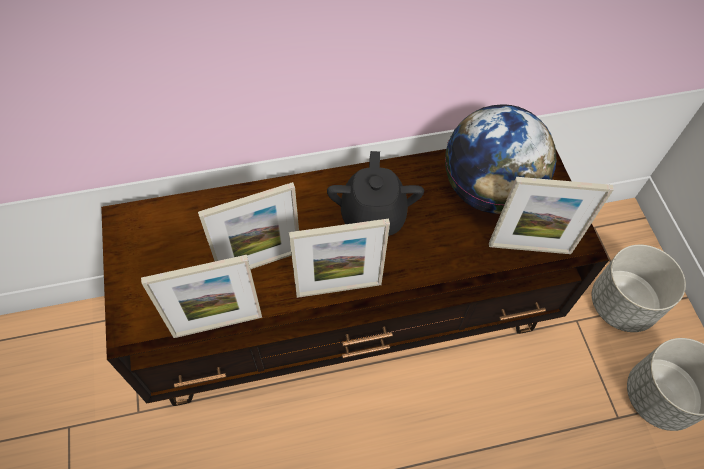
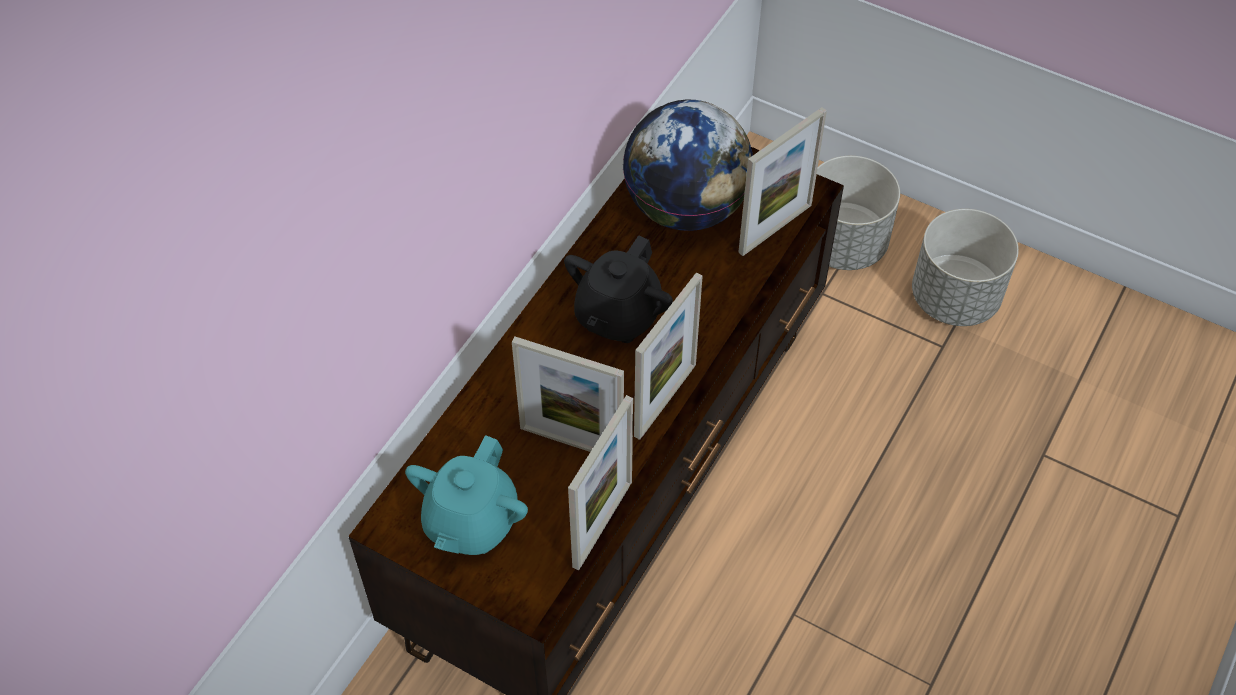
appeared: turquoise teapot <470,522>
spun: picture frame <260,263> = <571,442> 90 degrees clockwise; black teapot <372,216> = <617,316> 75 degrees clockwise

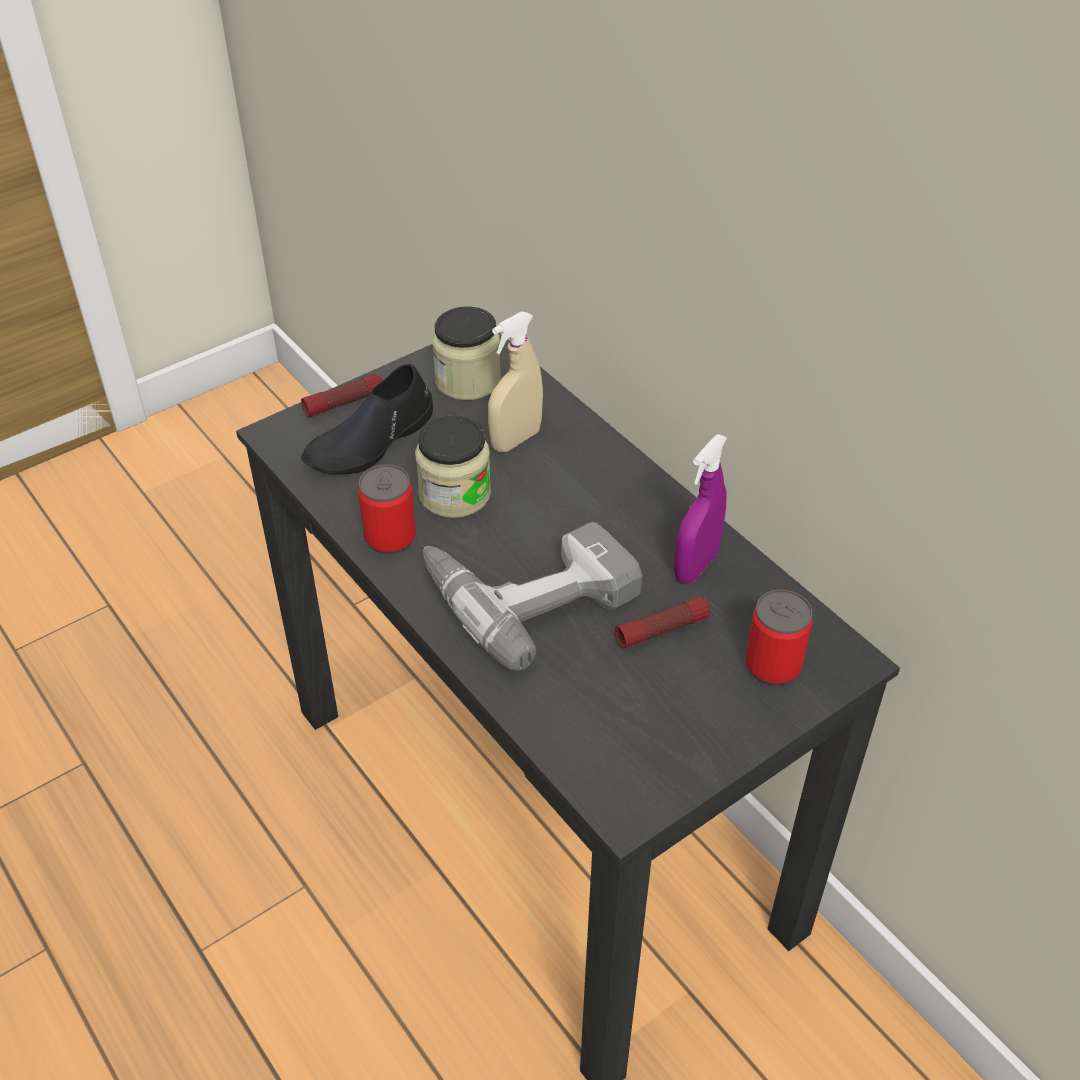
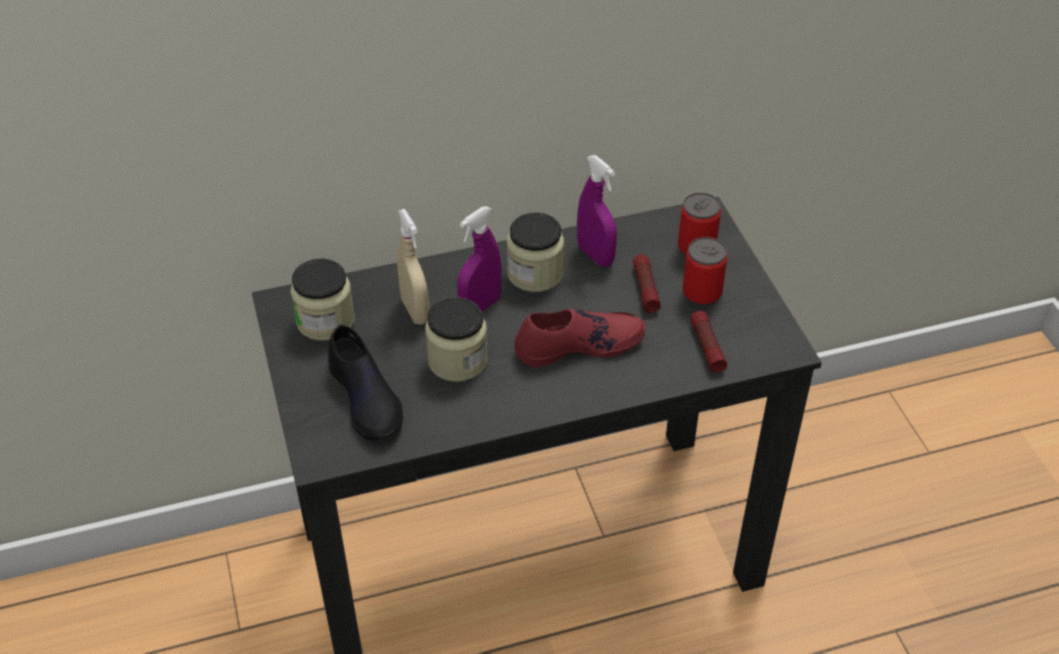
appeared: purple spray bottle <480,307>; jar <535,273>
relocated: flashlight <344,403> to <707,347>; can <390,537> to <701,293>
exchanged: power drill <528,590> to red shoe <579,345>

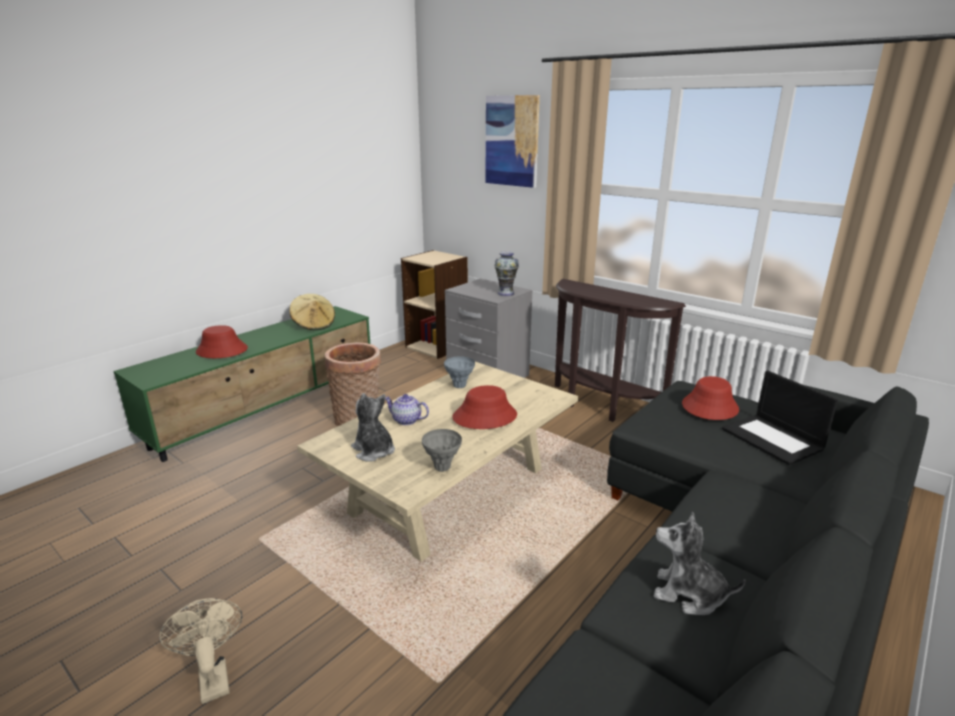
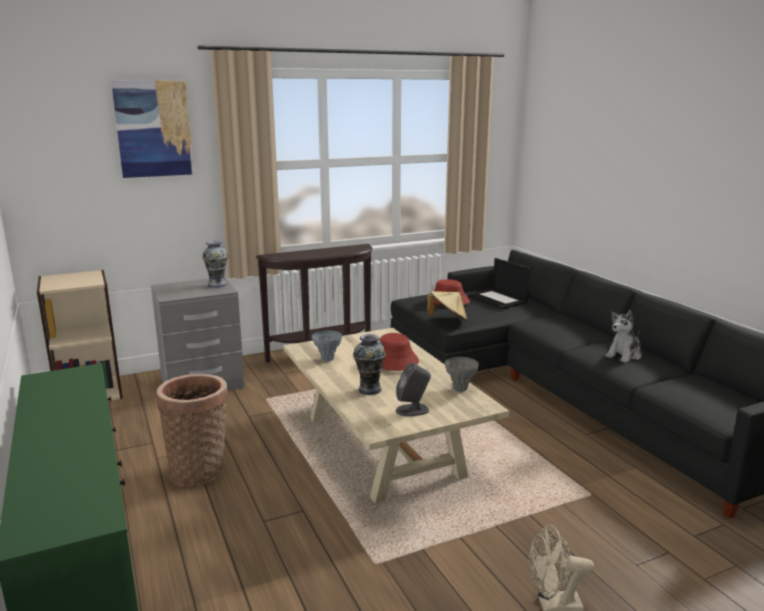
missing: red hat <221,351>
relocated: beige hat <314,325> to <447,319>
exchanged: plush toy <374,451> to grey speaker <413,410>; teapot <406,420> to vase <370,390>
spun: laptop <773,439> = <498,299> 60 degrees clockwise

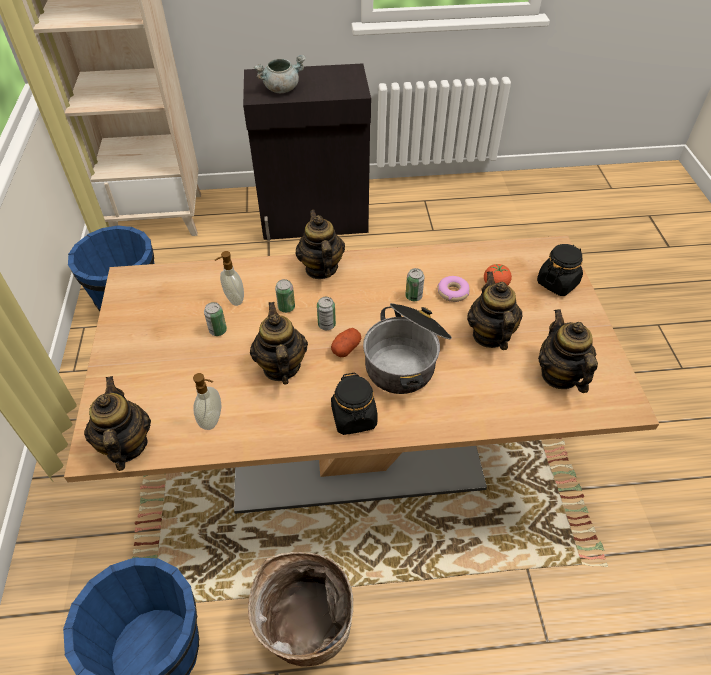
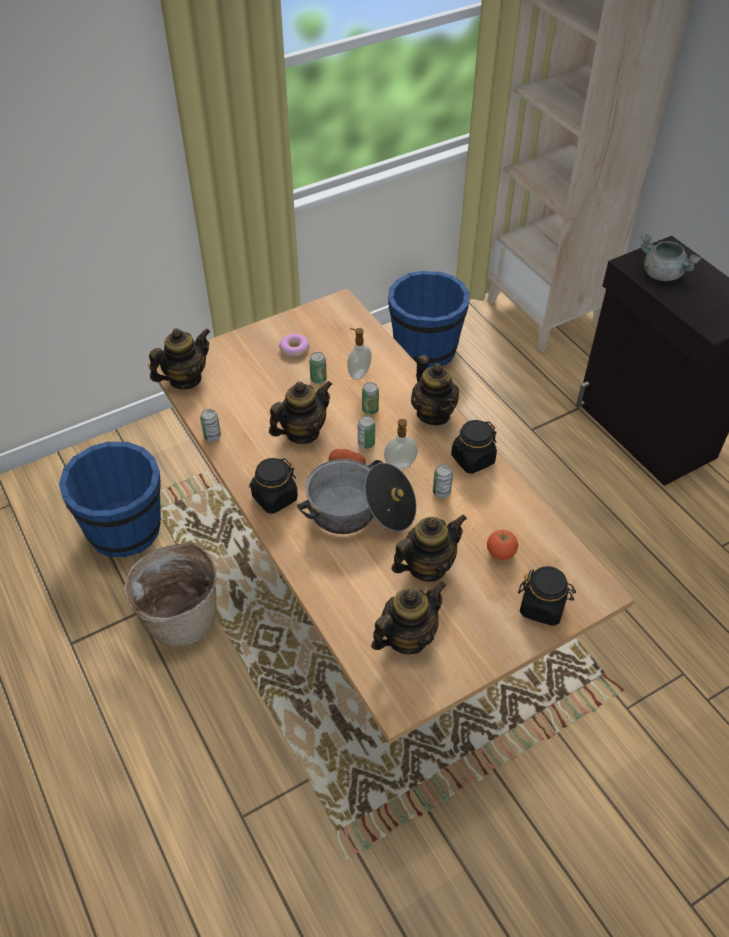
appeared: can <212,436>; black jar <472,459>
relocated: soap dispenser <212,420> to <400,465>; donut <452,292> to <294,349>
spun: teapot <321,268> = <433,414> 105 degrees clockwise

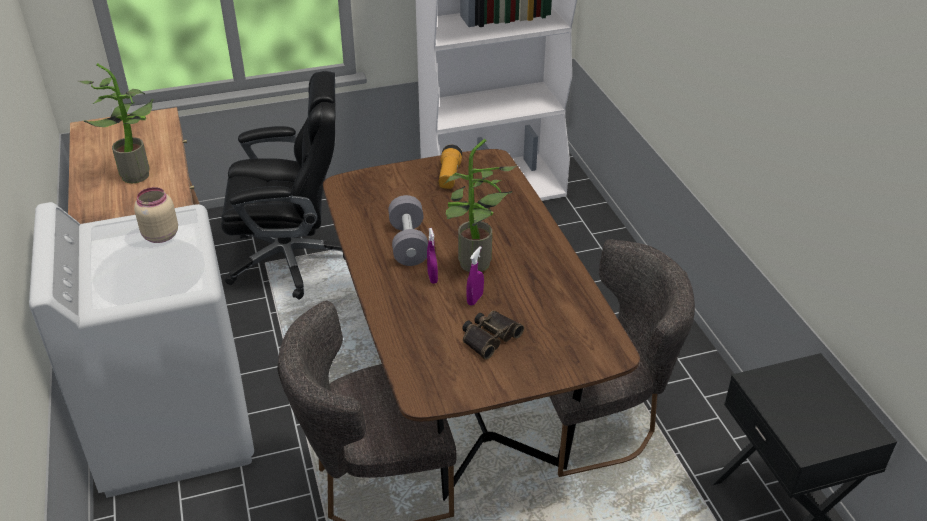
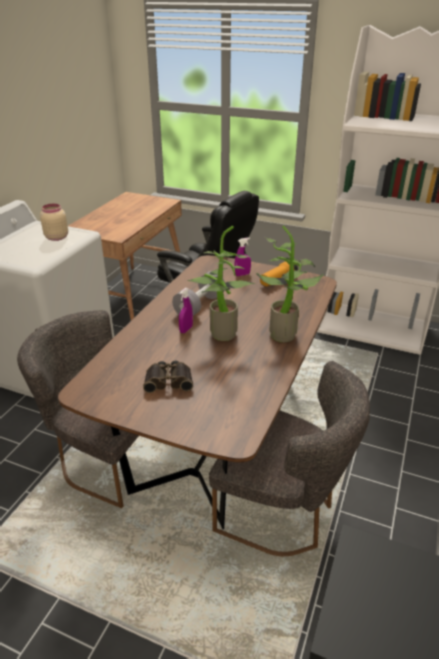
relocated: potted plant <137,173> to <285,333>; purple spray bottle <475,299> to <242,274>

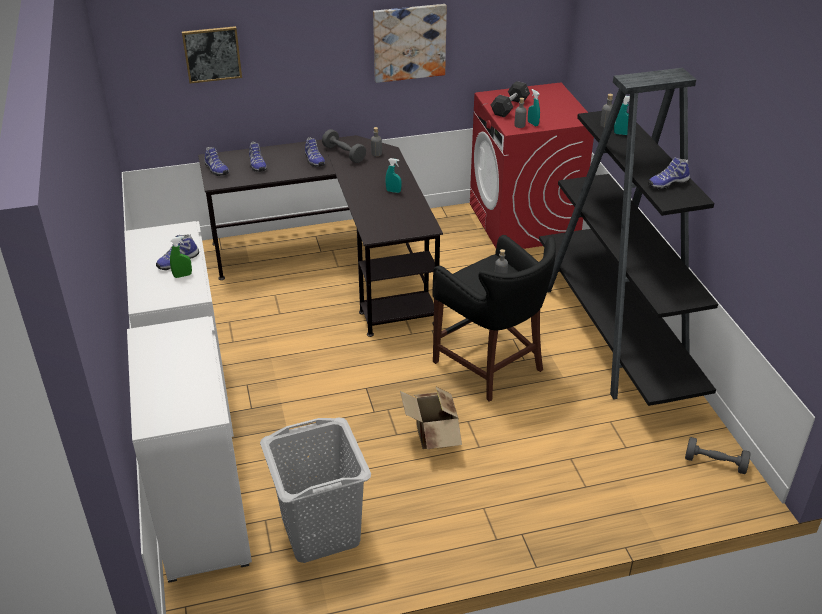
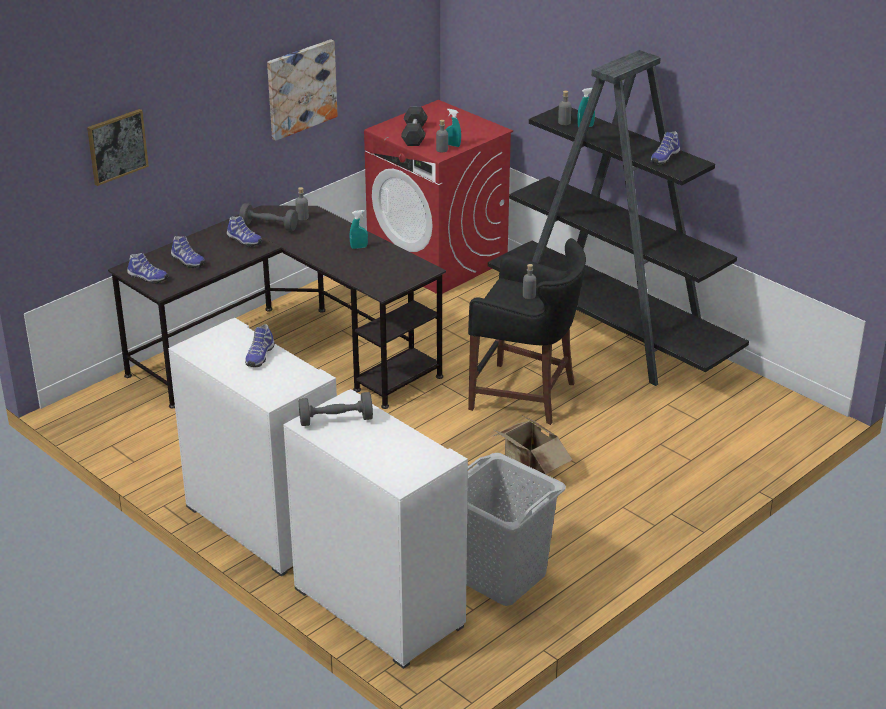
missing: green spray bottle <182,275>
relocated: grey dumbbell <715,463> to <336,420>

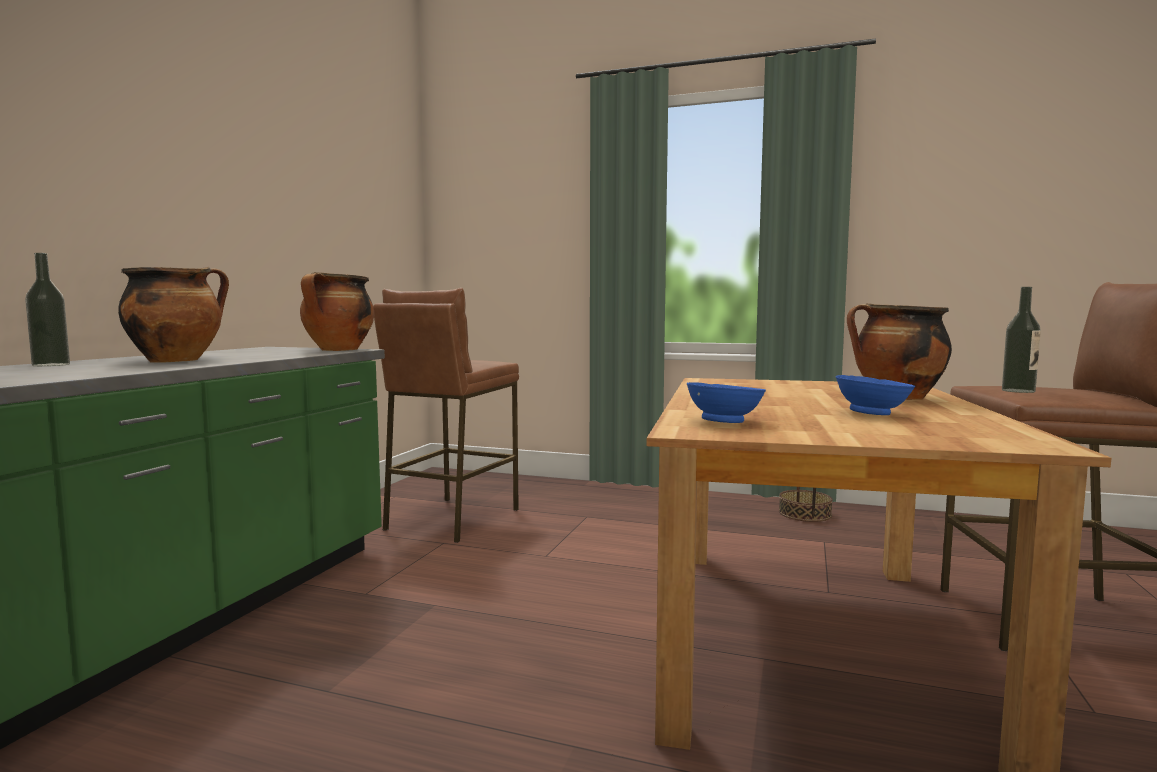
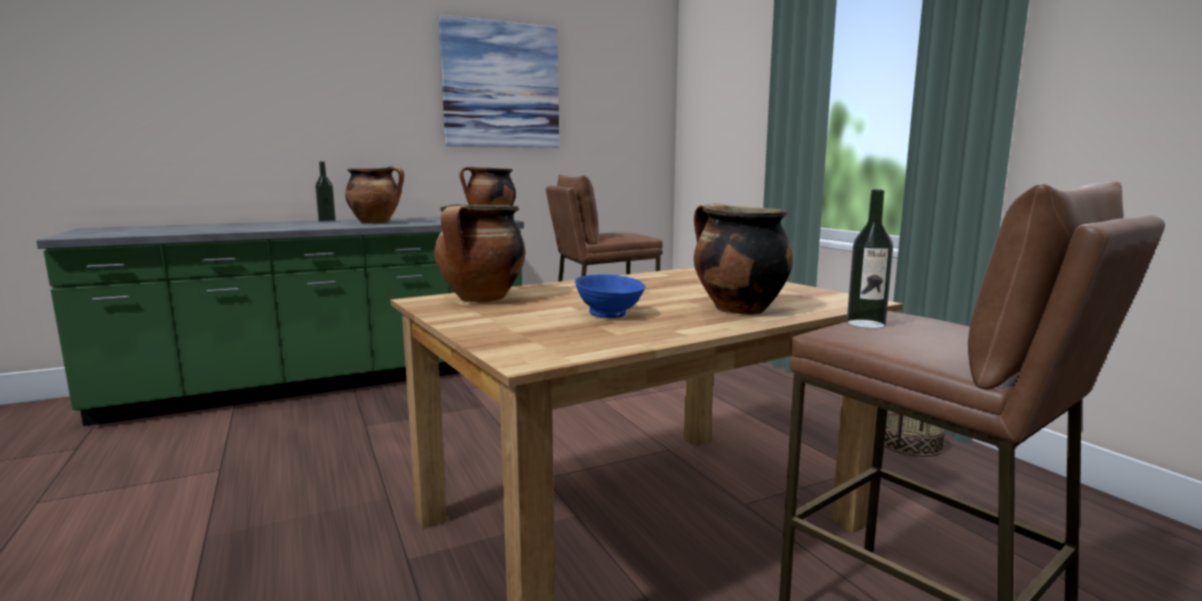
appeared: picture <501,85>
exchanged: blue bowl <725,421> to cooking pot <482,299>

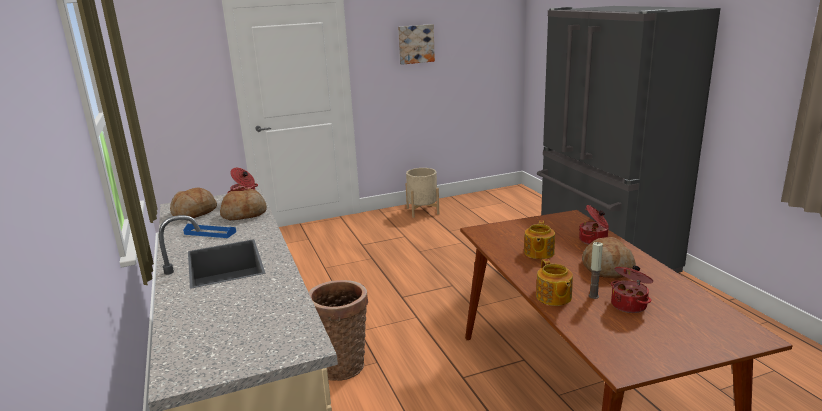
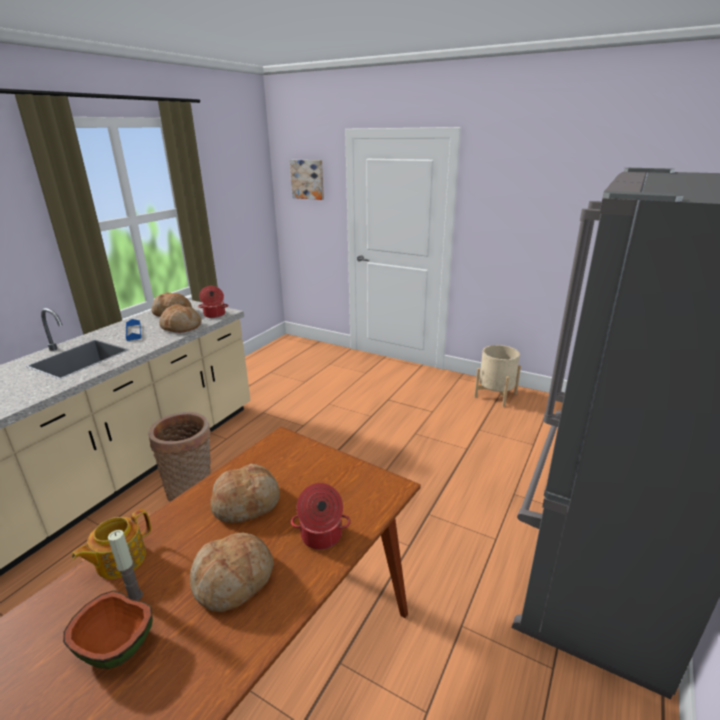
relocated: picture <415,44> to <308,179>
exchanged: teapot <538,253> to bread <247,502>; cooking pot <629,305> to bowl <117,644>

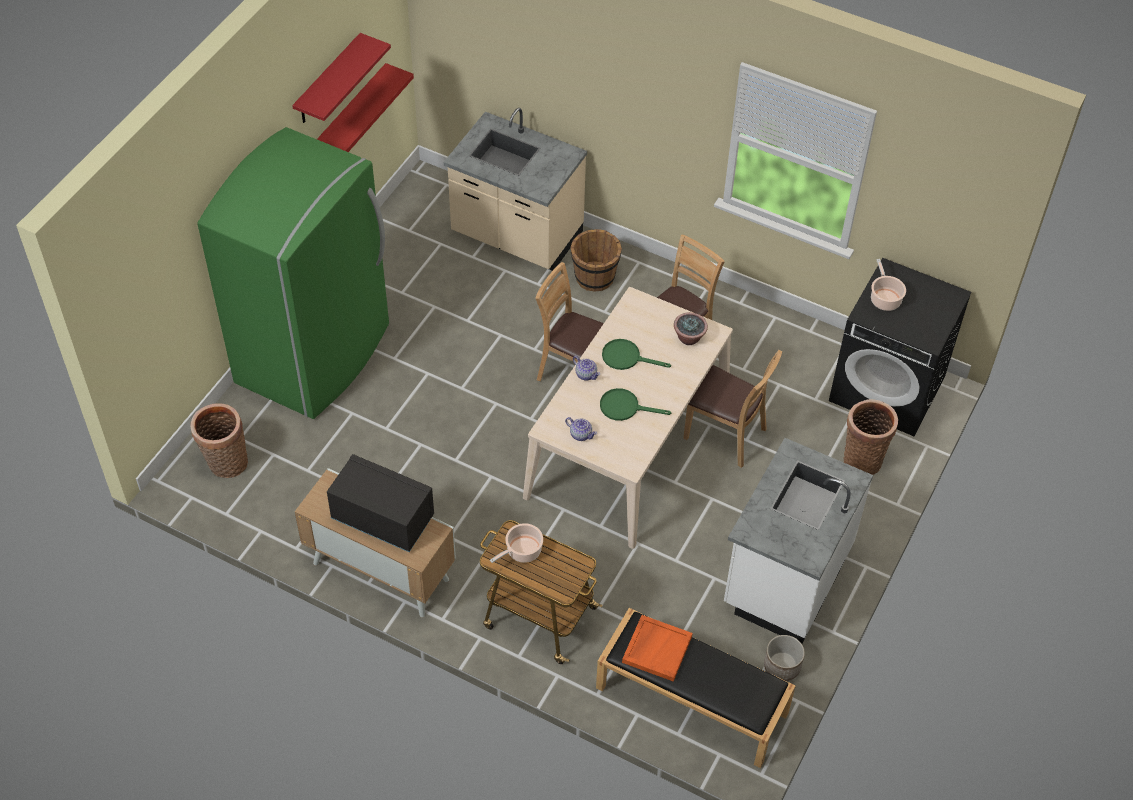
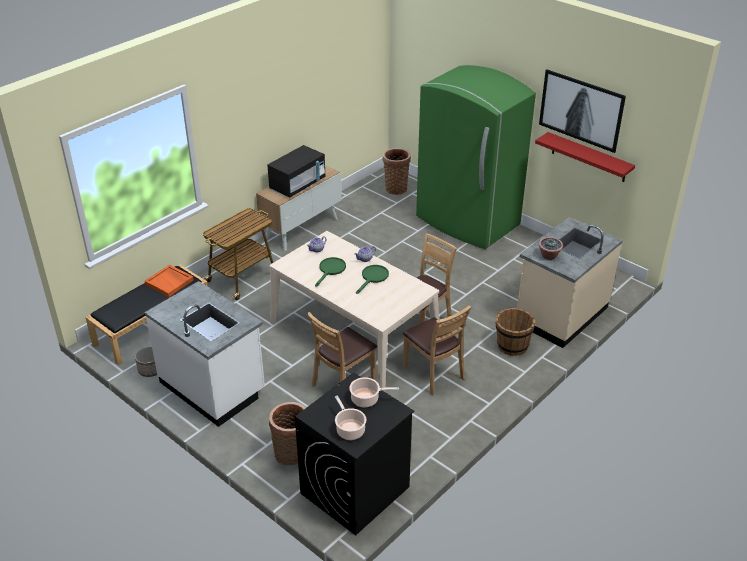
relocated: cooking pot <522,551> to <349,429>; potted plant <689,338> to <549,256>
exchanged: red shelf <328,80> to picture <581,110>

